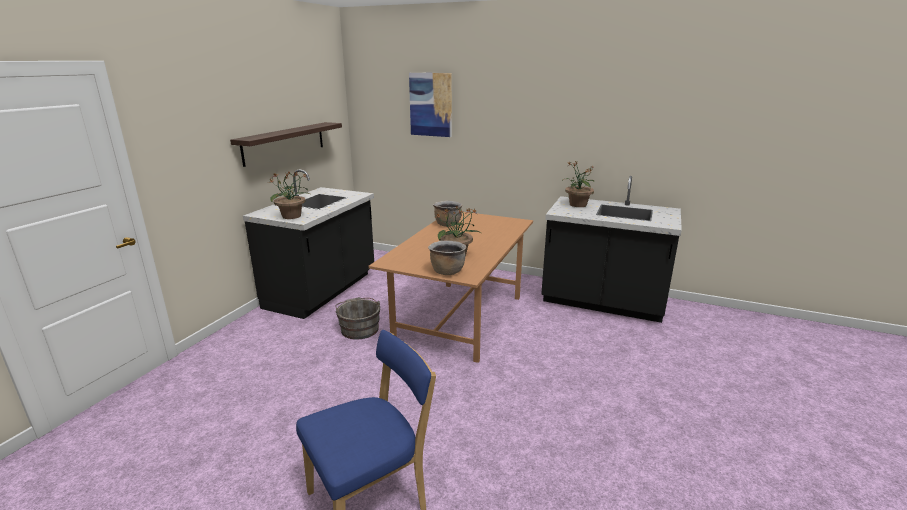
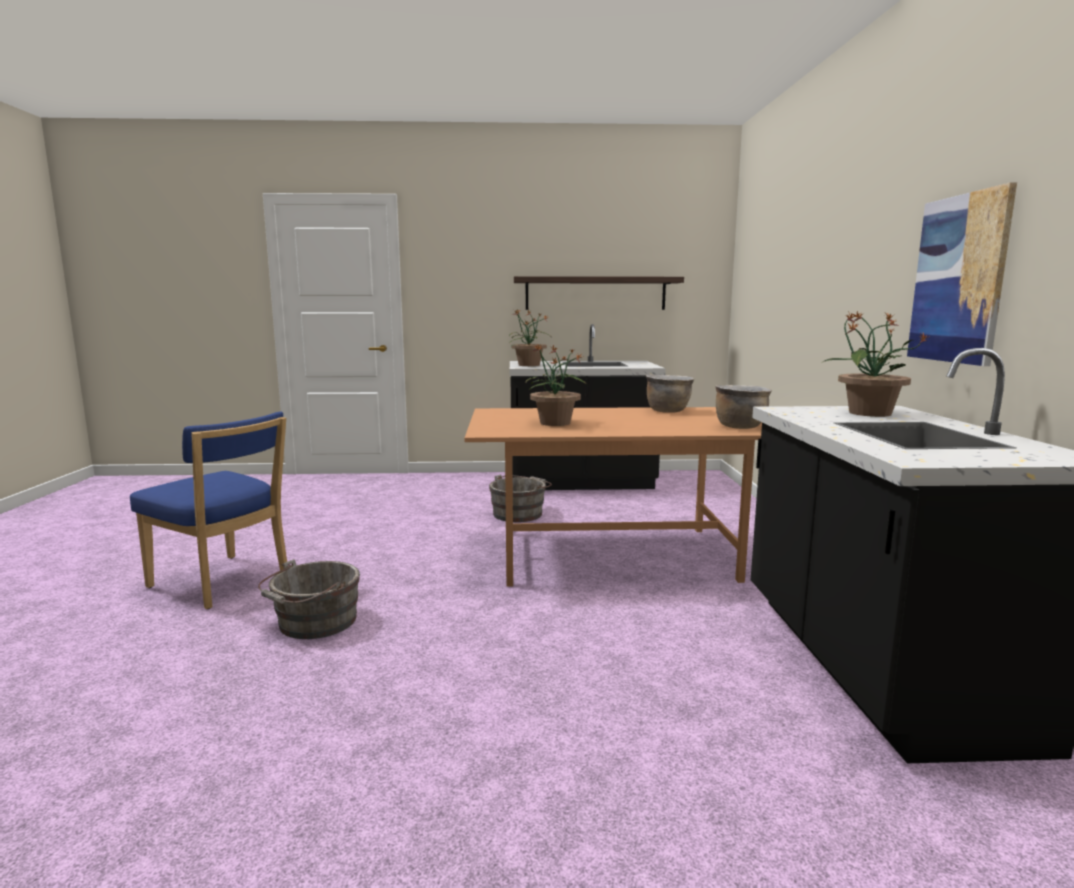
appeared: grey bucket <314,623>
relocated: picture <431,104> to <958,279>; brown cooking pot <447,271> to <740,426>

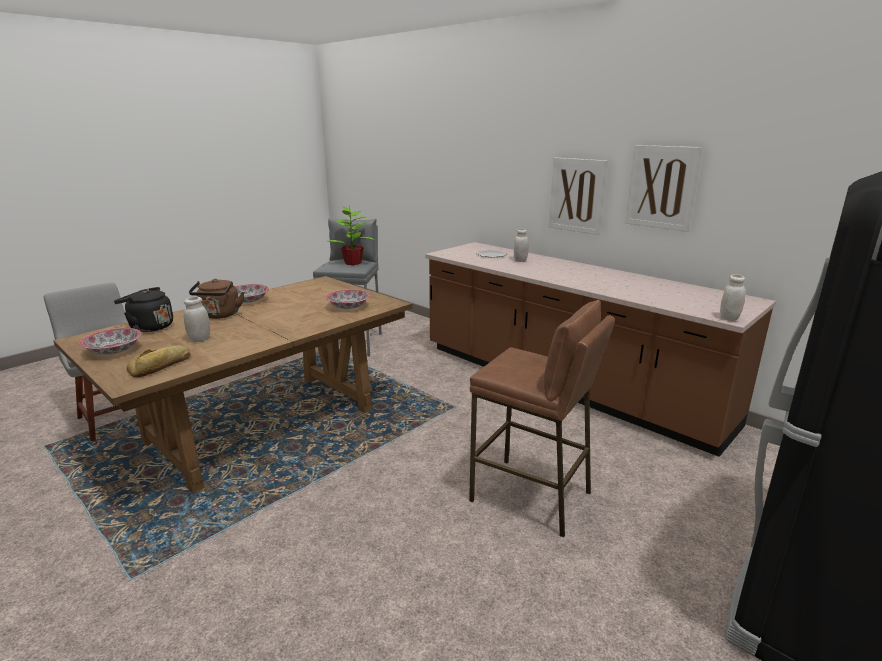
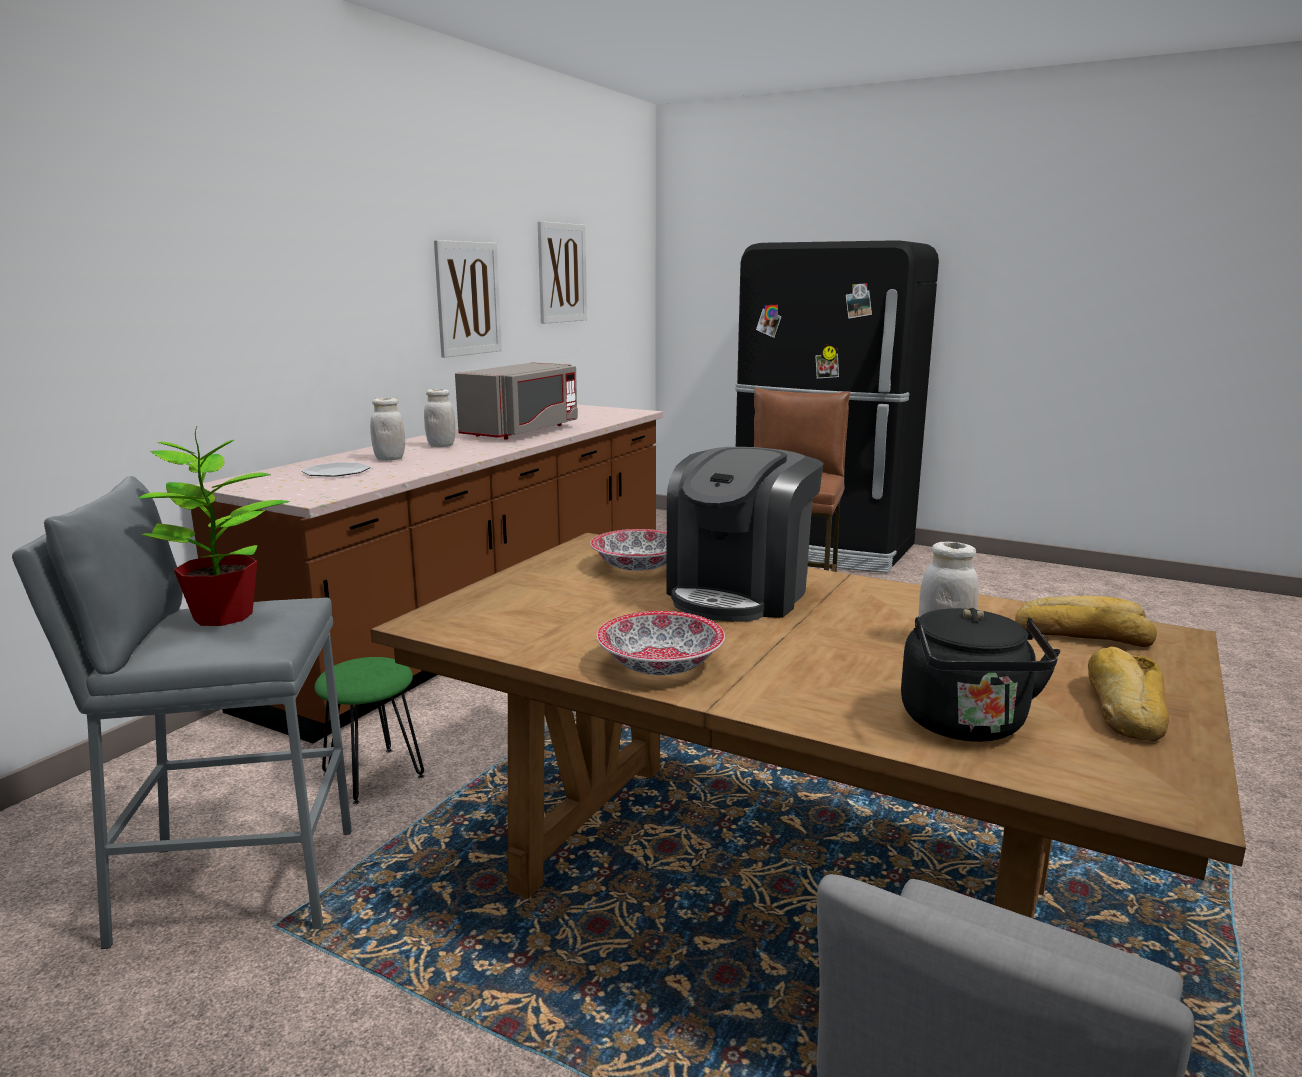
missing: brown kettle <219,315>
appeared: green stool <373,775>; grey microwave <522,431>; coffee machine <740,593>
relocated: picture <577,195> to <562,273>; white jar <729,318> to <441,446>
exchanged: bowl <114,351> to bread <1123,707>

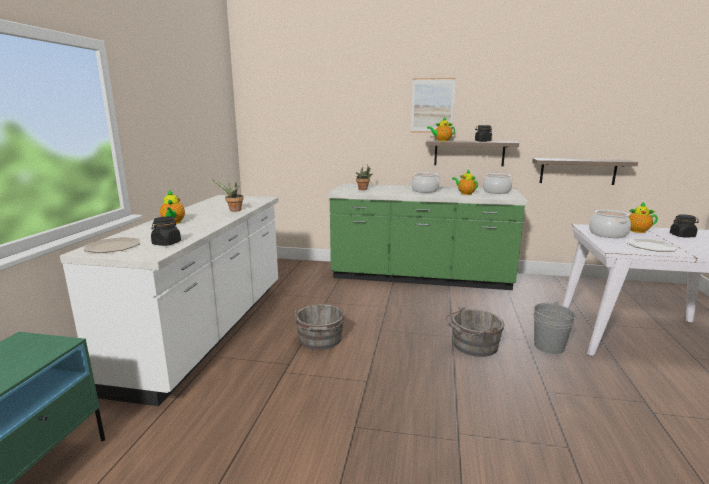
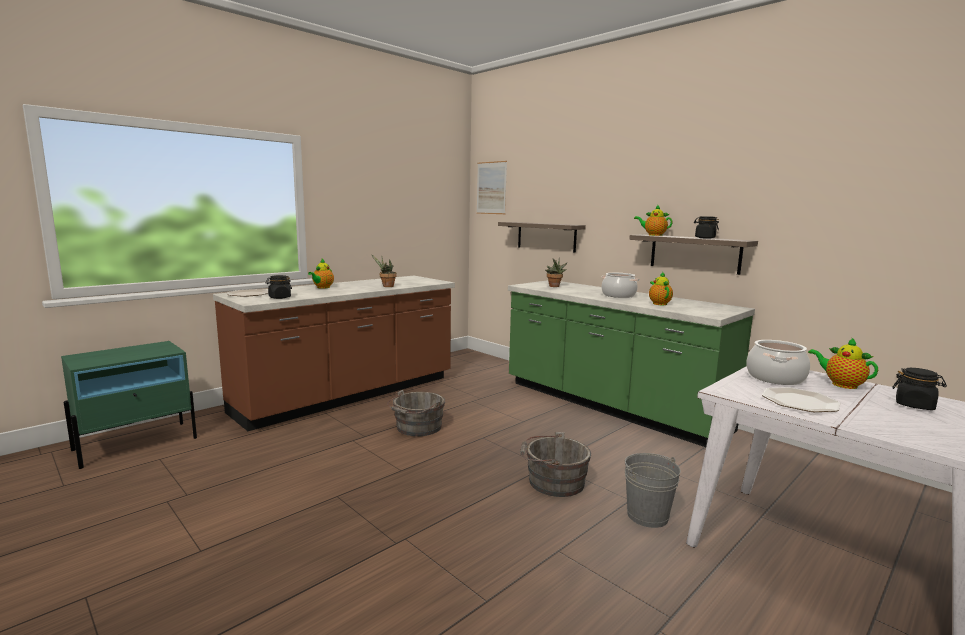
missing: cooking pot <496,192>
relocated: picture <432,105> to <491,188>; shelf <577,171> to <546,236>
colour: white counter <208,331> to brown counter <349,395>

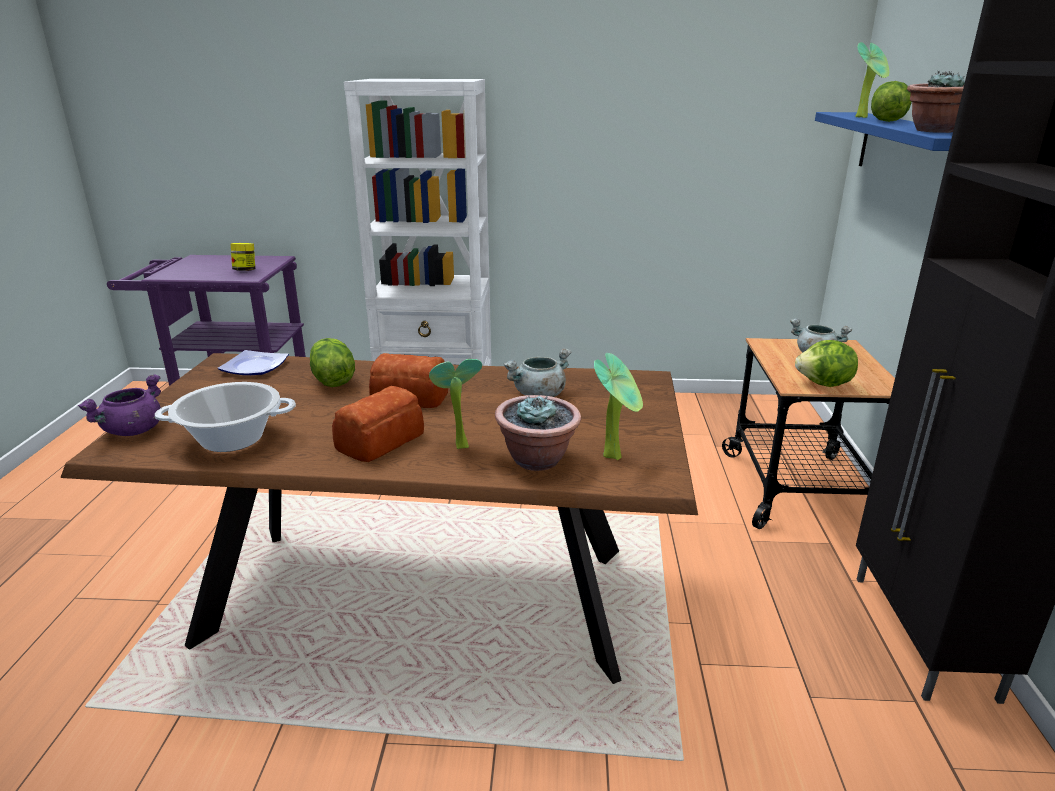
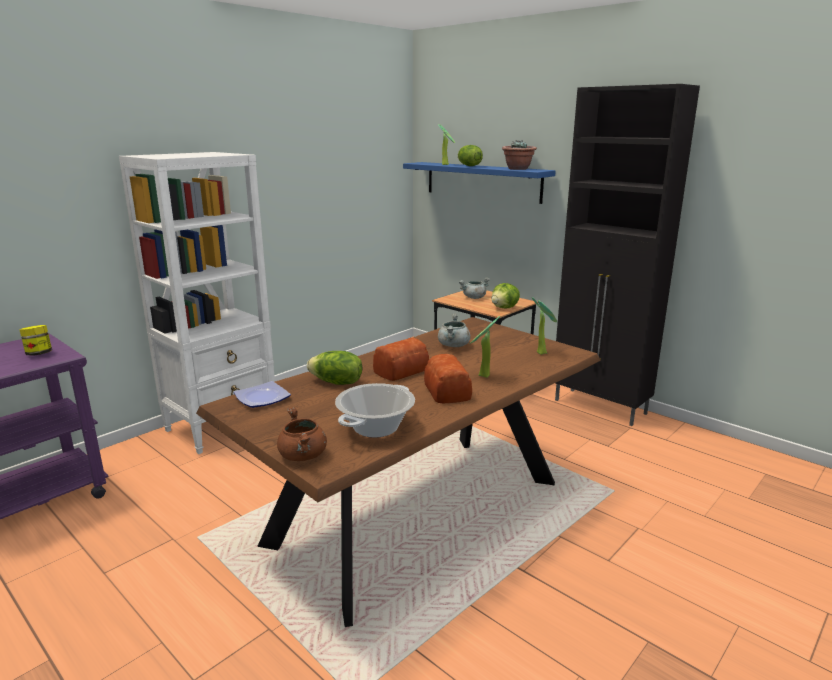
missing: potted plant <537,459>
colour: purple cooking pot <133,431> to brown cooking pot <303,456>

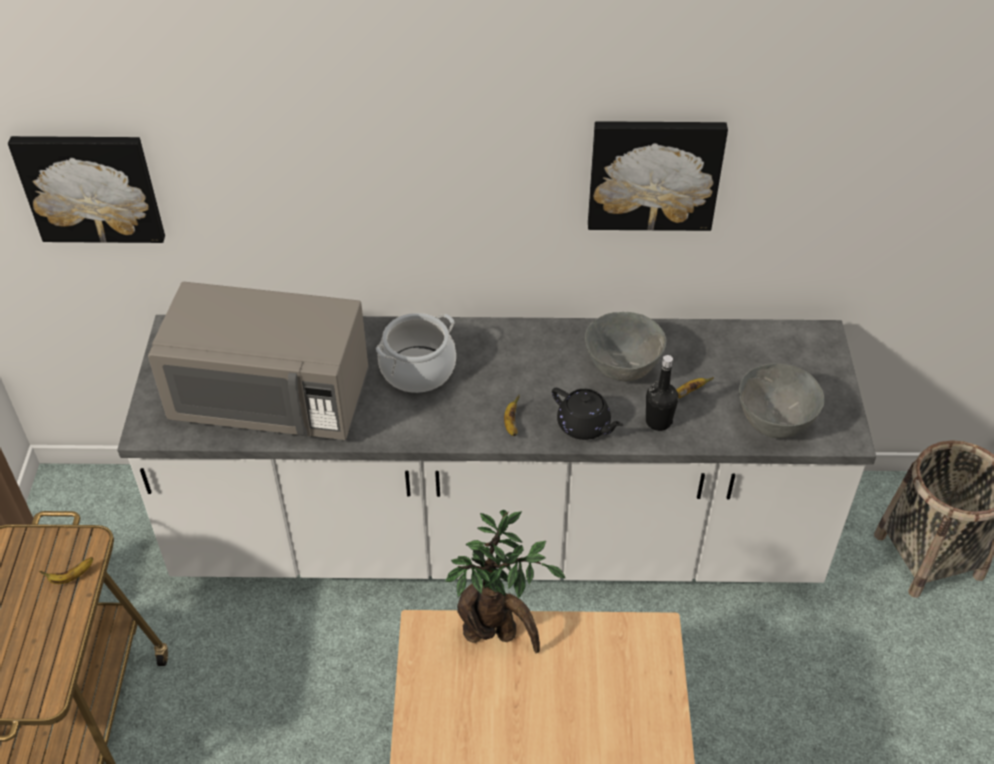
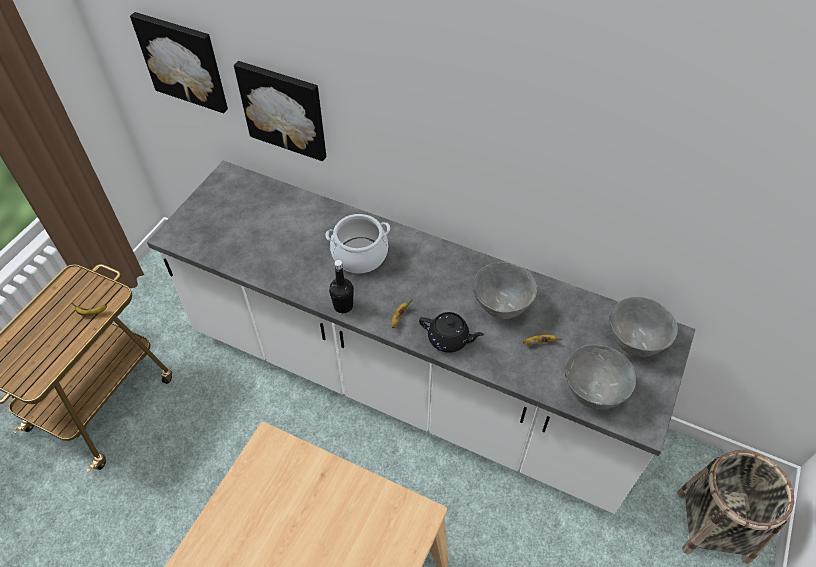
missing: grey microwave <271,399>; potted plant <497,635>
appeared: grey bowl <634,342>
relocated: picture <654,173> to <284,109>; black bottle <658,421> to <343,306>
spun: black teapot <584,426> = <449,339> 45 degrees counterclockwise

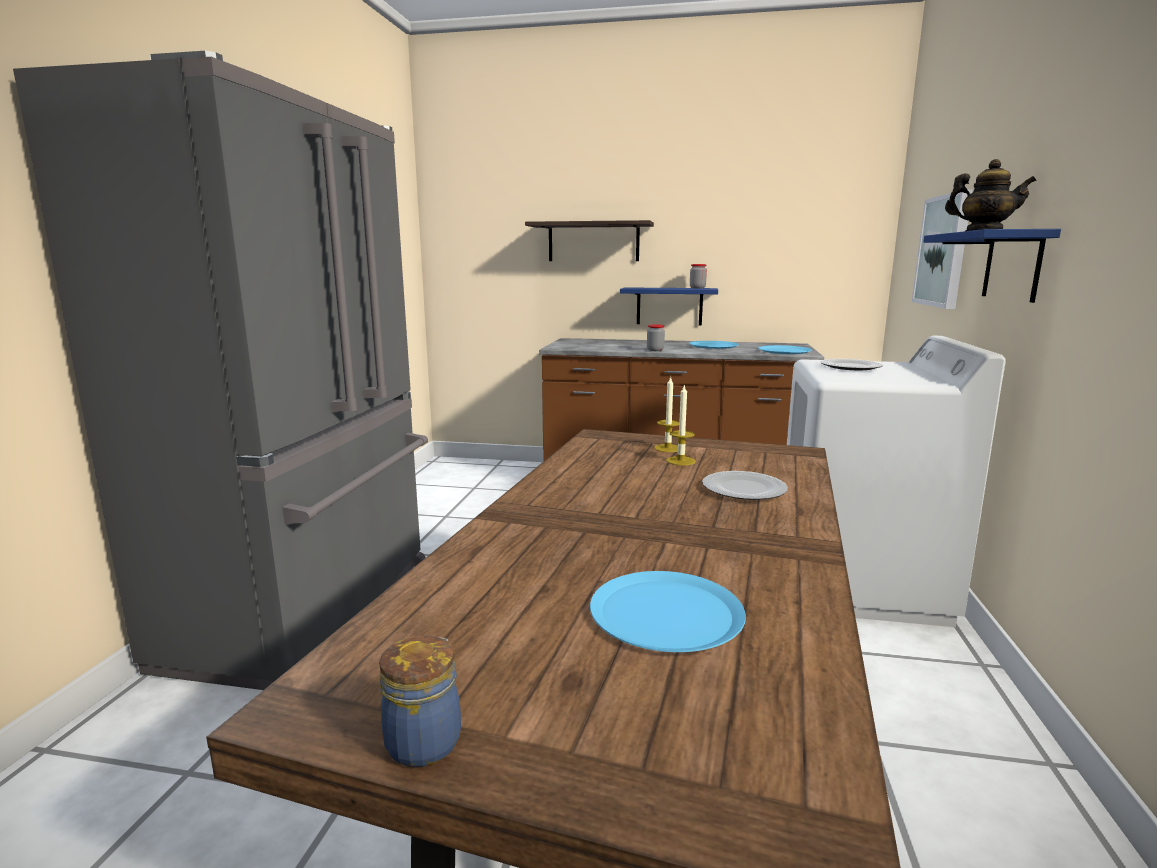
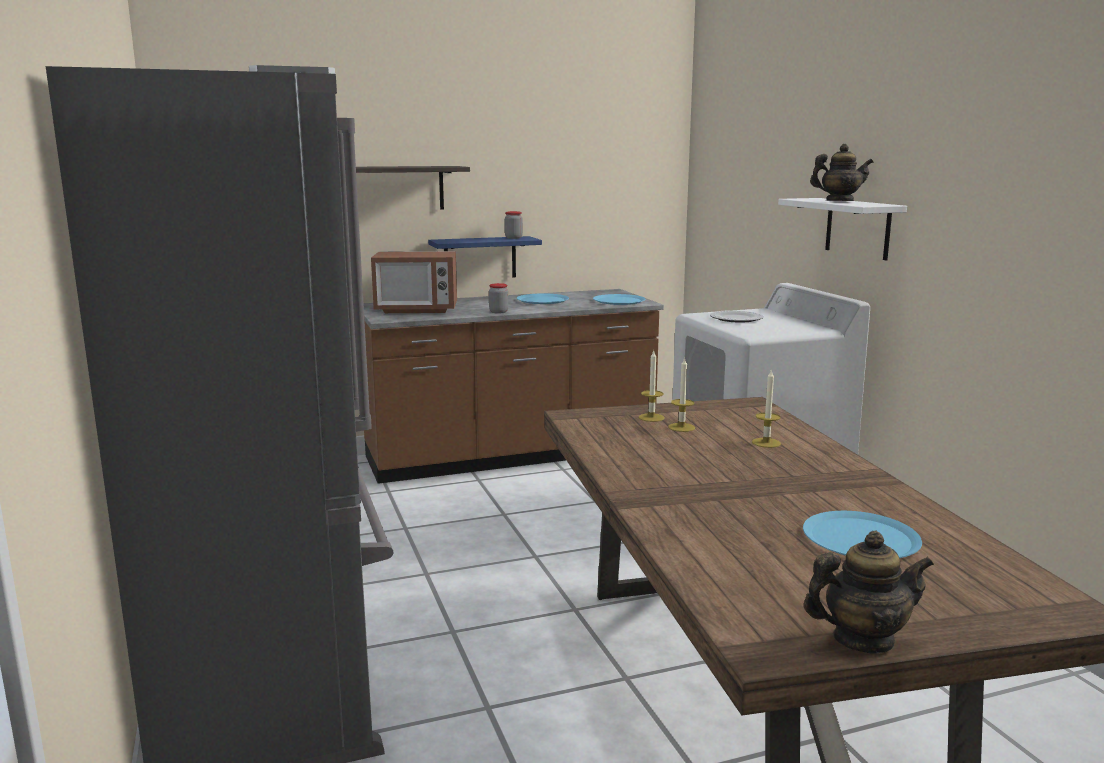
missing: picture <943,251>
appeared: microwave <416,310>
exchanged: jar <426,740> to teapot <862,639>; plate <745,489> to candle <766,443>
colour: blue shelf <1012,266> to white shelf <857,228>

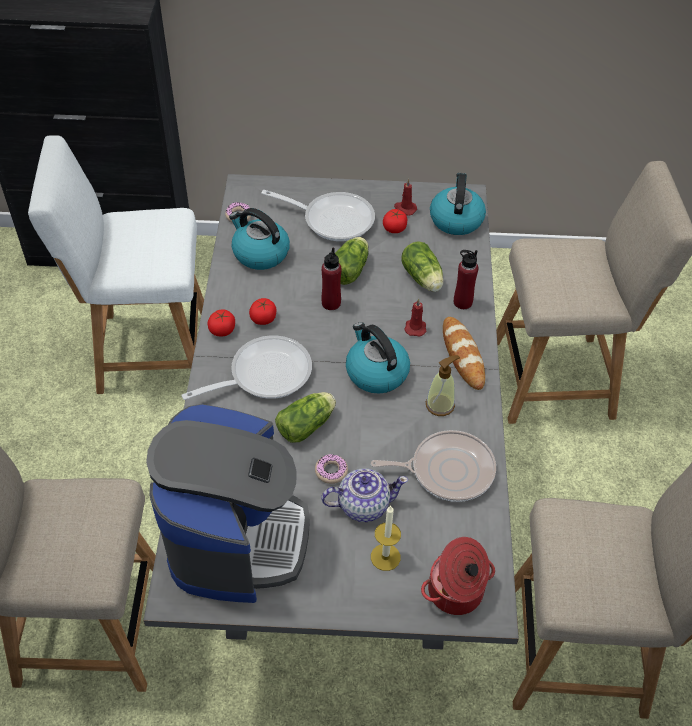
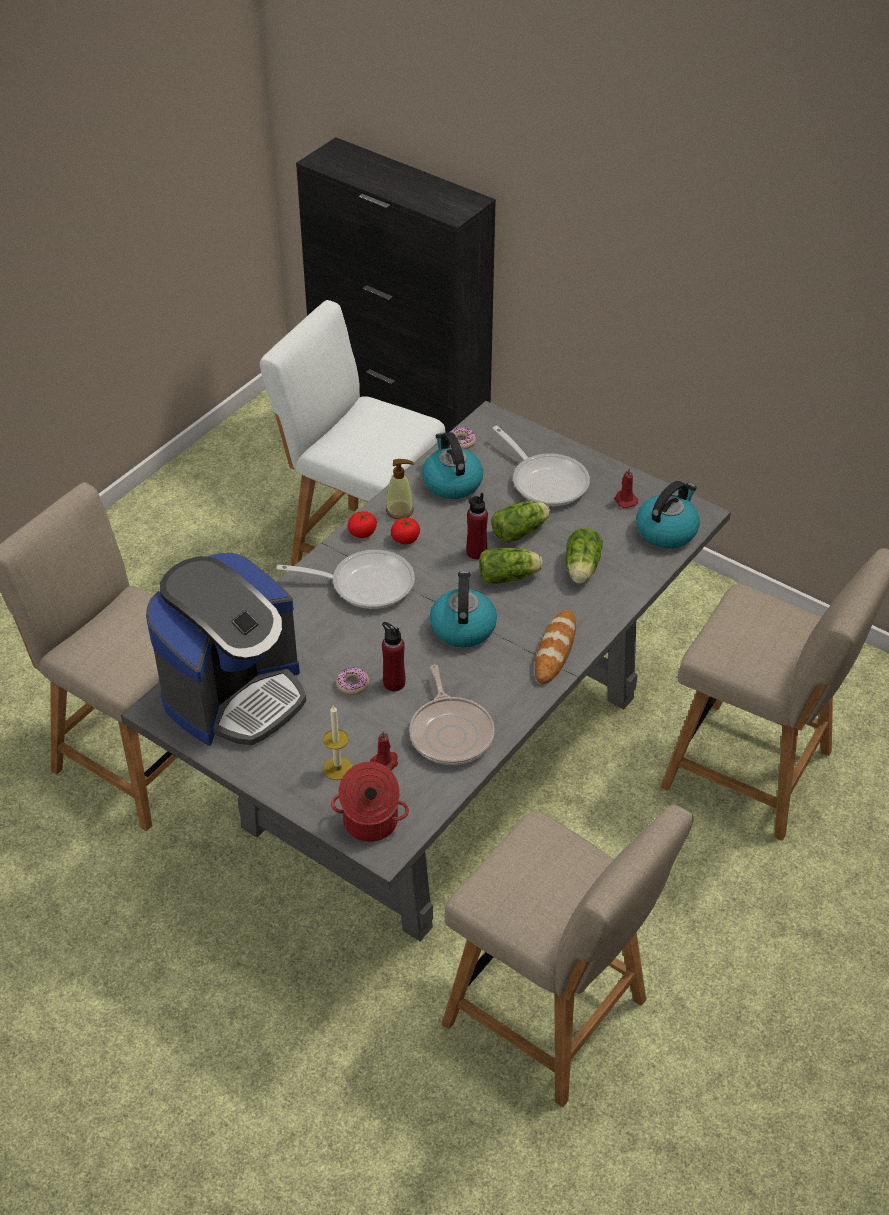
missing: teapot <363,505>; tomato <394,228>
relocated: lettuce <308,425> to <510,577>; red candle <415,327> to <385,762>; soap dispenser <440,405> to <400,511>; red bottle <462,302> to <394,683>
spun: frying pan <447,470> = <451,732> 45 degrees clockwise

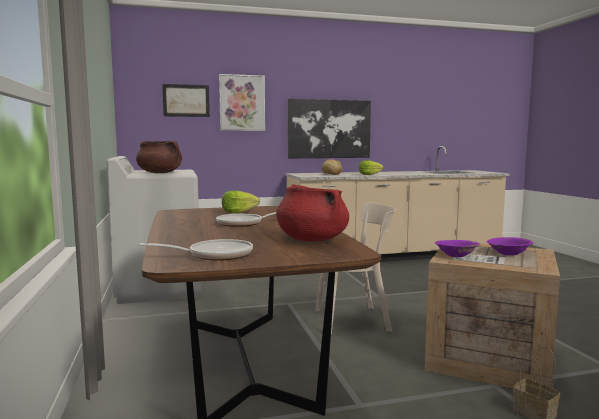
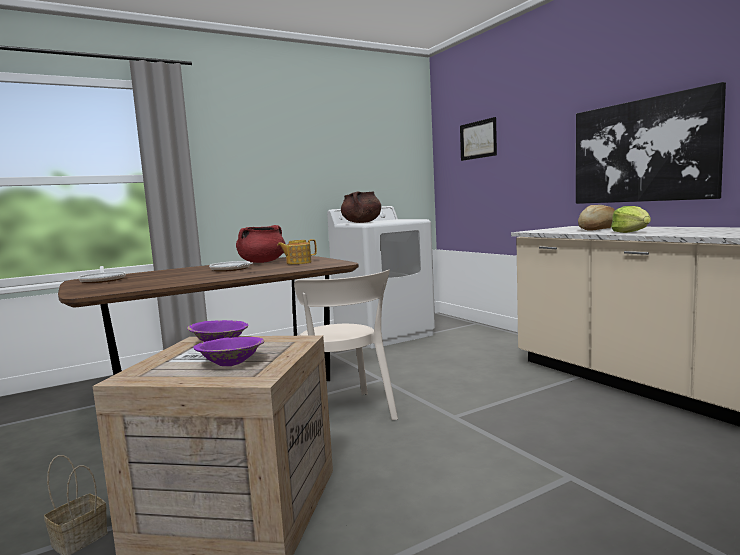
missing: picture <242,103>
relocated: red cooking pot <311,239> to <262,262>
exchanged: lettuce <238,212> to teapot <298,263>

